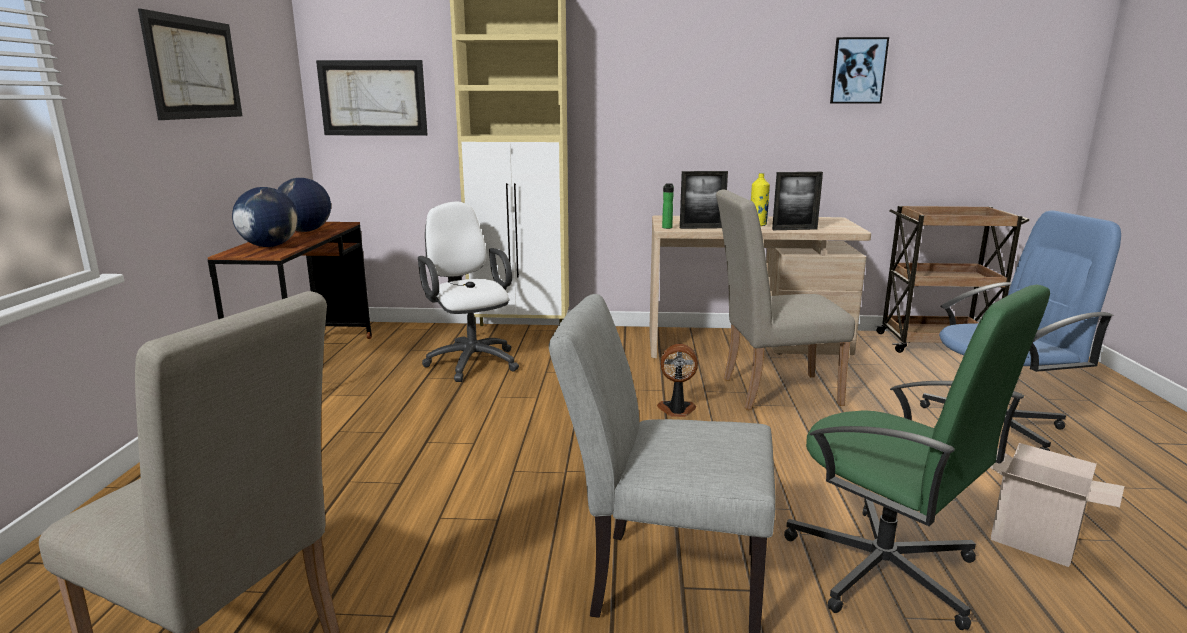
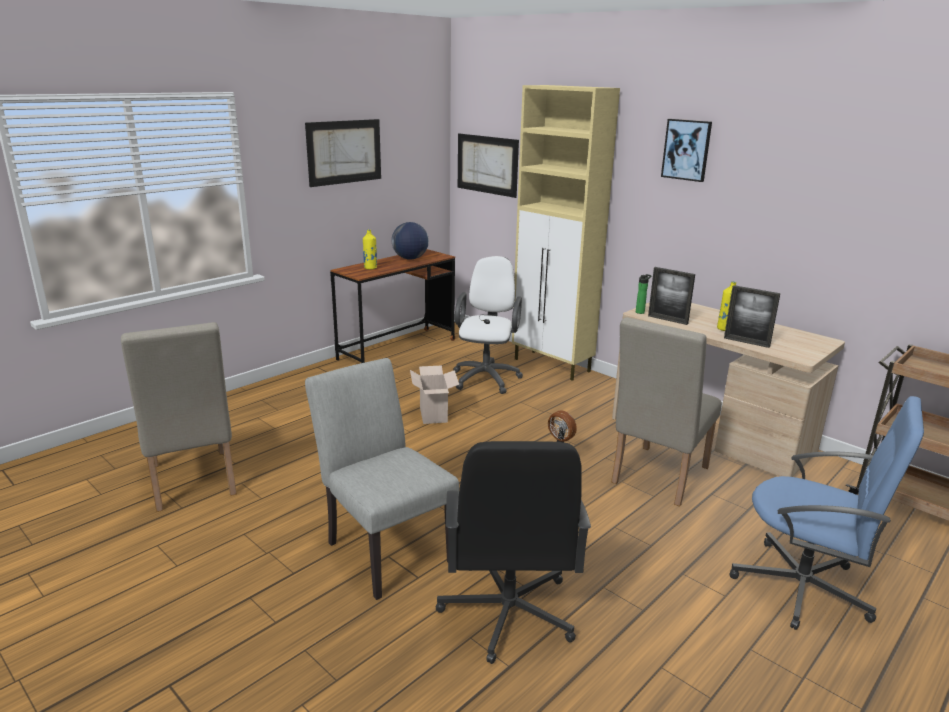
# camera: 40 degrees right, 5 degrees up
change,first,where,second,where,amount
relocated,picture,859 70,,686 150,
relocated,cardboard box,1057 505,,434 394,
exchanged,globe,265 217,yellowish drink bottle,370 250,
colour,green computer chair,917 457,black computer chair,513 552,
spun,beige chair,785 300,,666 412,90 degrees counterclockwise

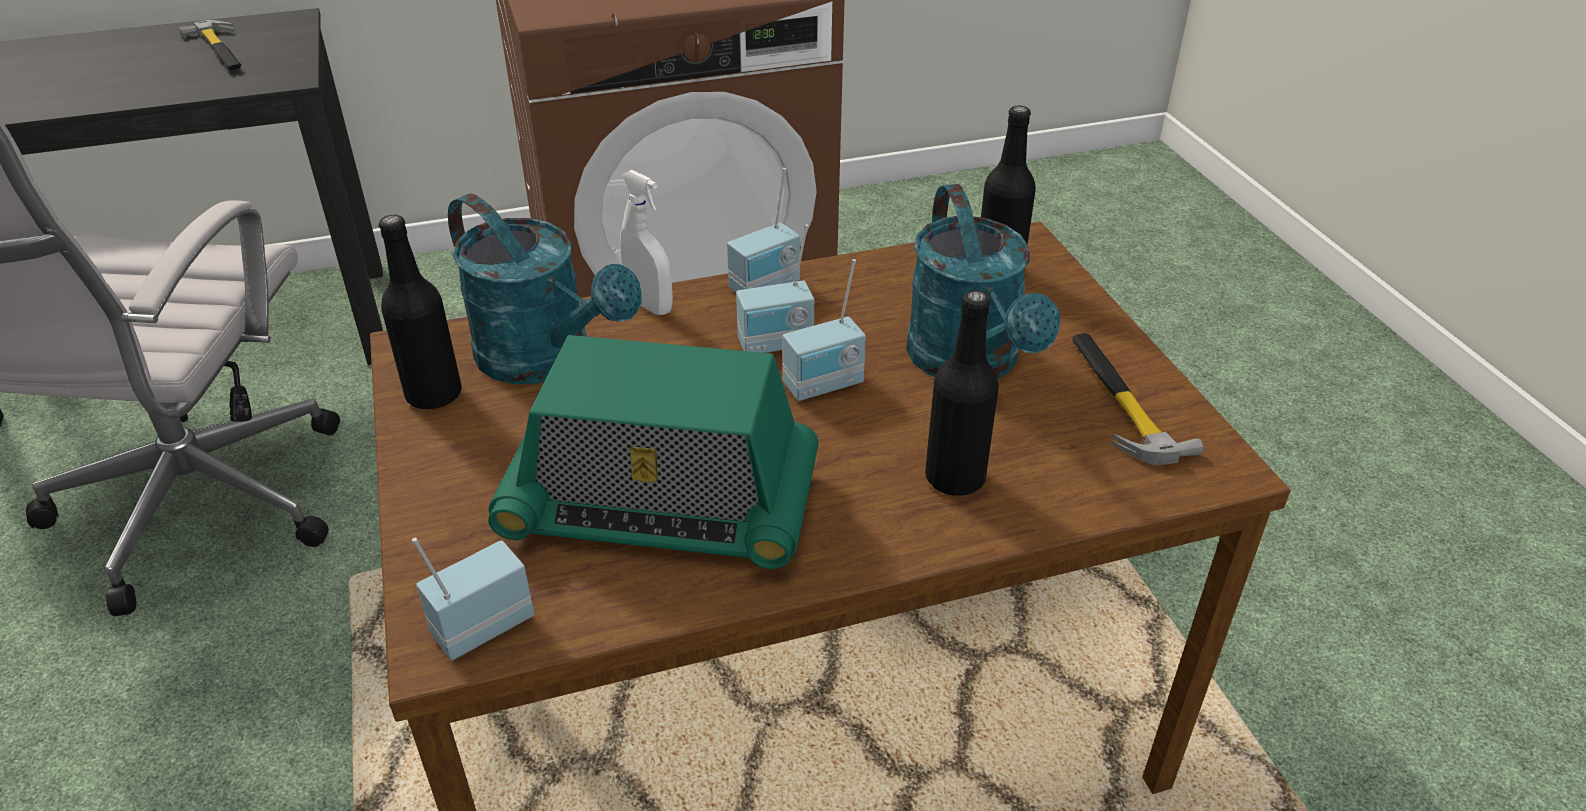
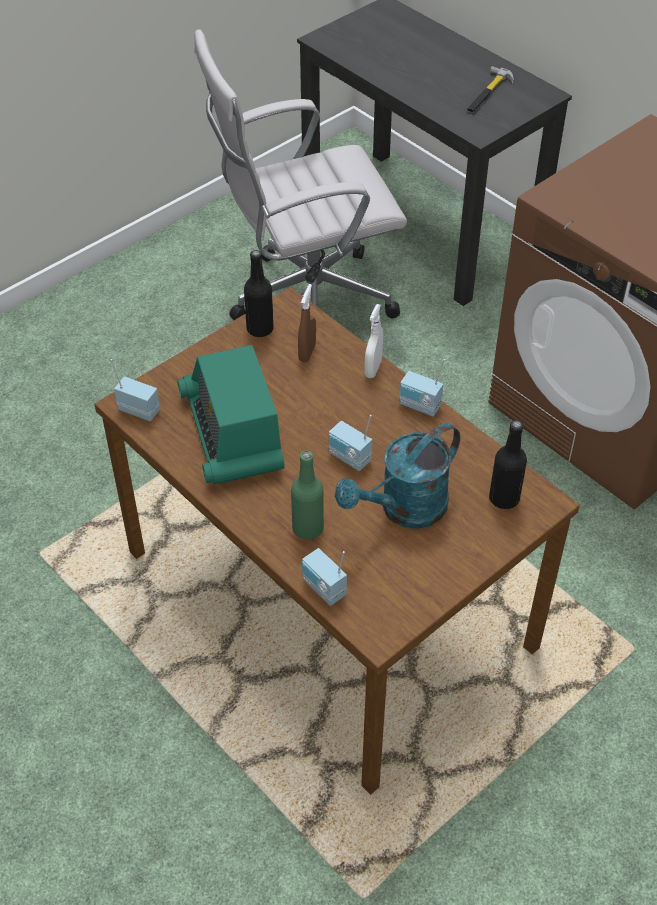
# camera: 65 degrees right, 10 degrees up
change,first,where,second,where,amount
missing,hand hammer,1137 399,,,
relocated,radio set,775 288,,324 577,
exchanged,turquoise watering can,545 288,brown sprayer,307 323,
colour,black drink bottle,962 393,green drink bottle,307 495,

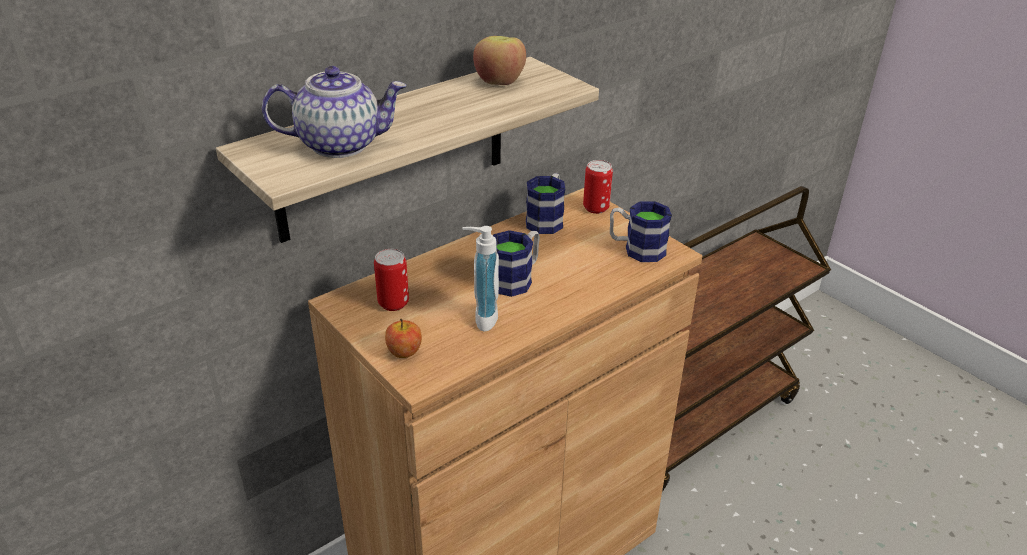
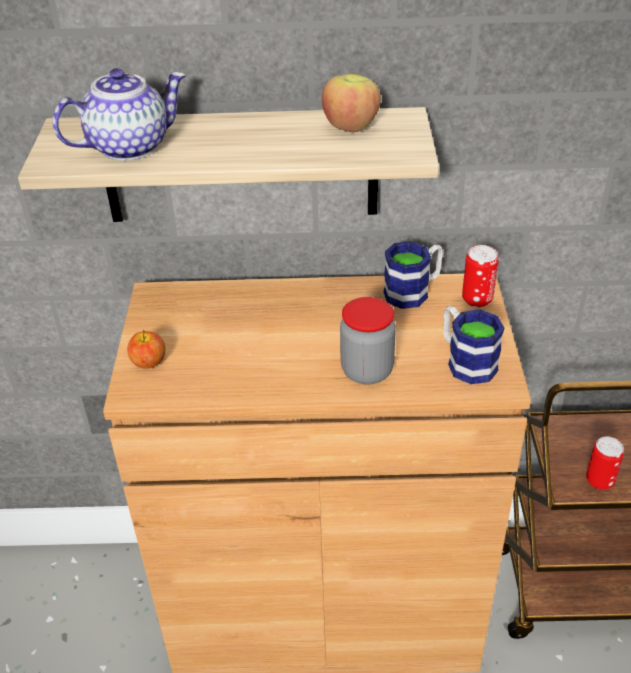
# camera: 40 degrees right, 5 degrees up
change,first,where,second,where,amount
missing,soap bottle,480 279,,,
missing,coffee mug,516 263,,,
appeared,,,preserve jar,368 341,
relocated,sealed can,391 280,,605 463,
spun,pot for tea,334 112,,119 114,60 degrees counterclockwise

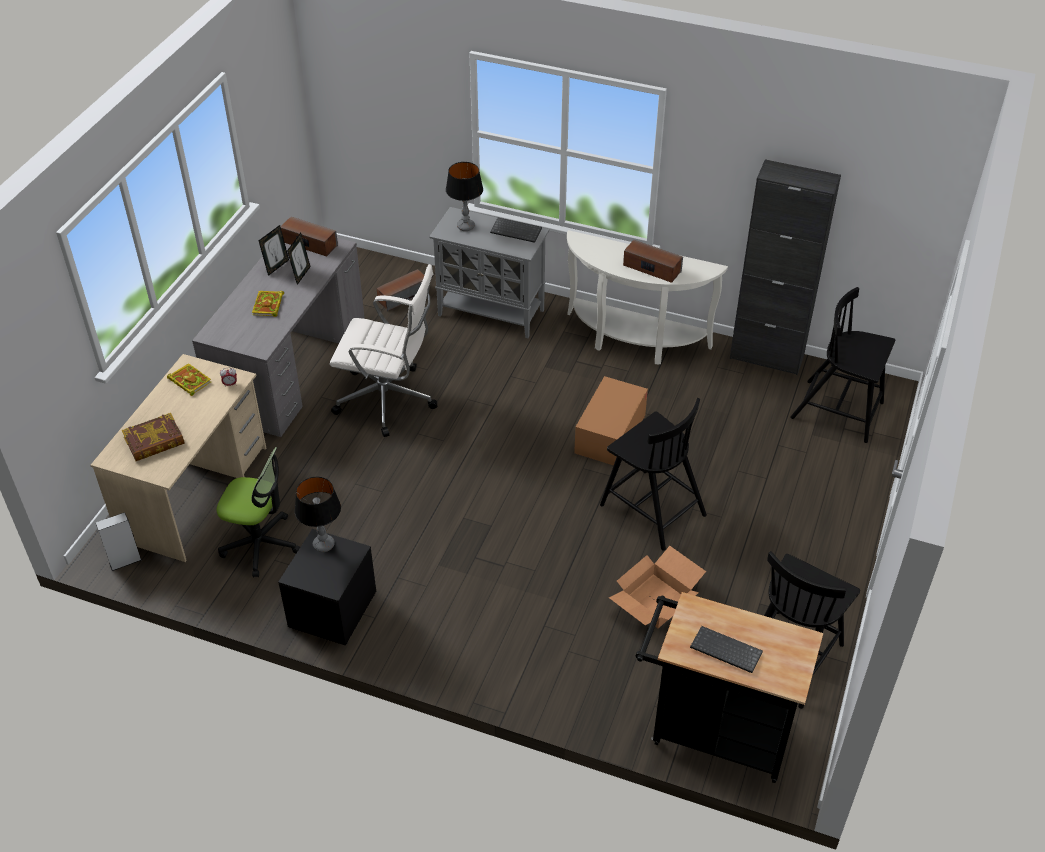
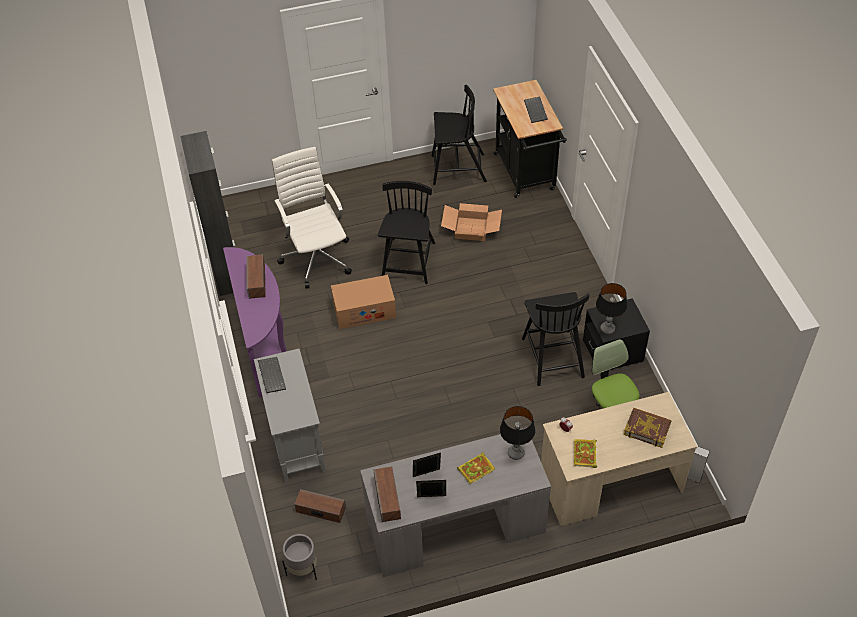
# camera: 125 degrees left, 5 degrees up
change,first,where,second,where,amount
appeared,,,grey plant pot,299 557,
relocated,whitish computer chair,383 350,,312 218,
relocated,lamp for a table,464 196,,517 433,
relocated,black chair,842 365,,555 339,
colour,whitish narrow table,647 297,purple narrow table,255 322,

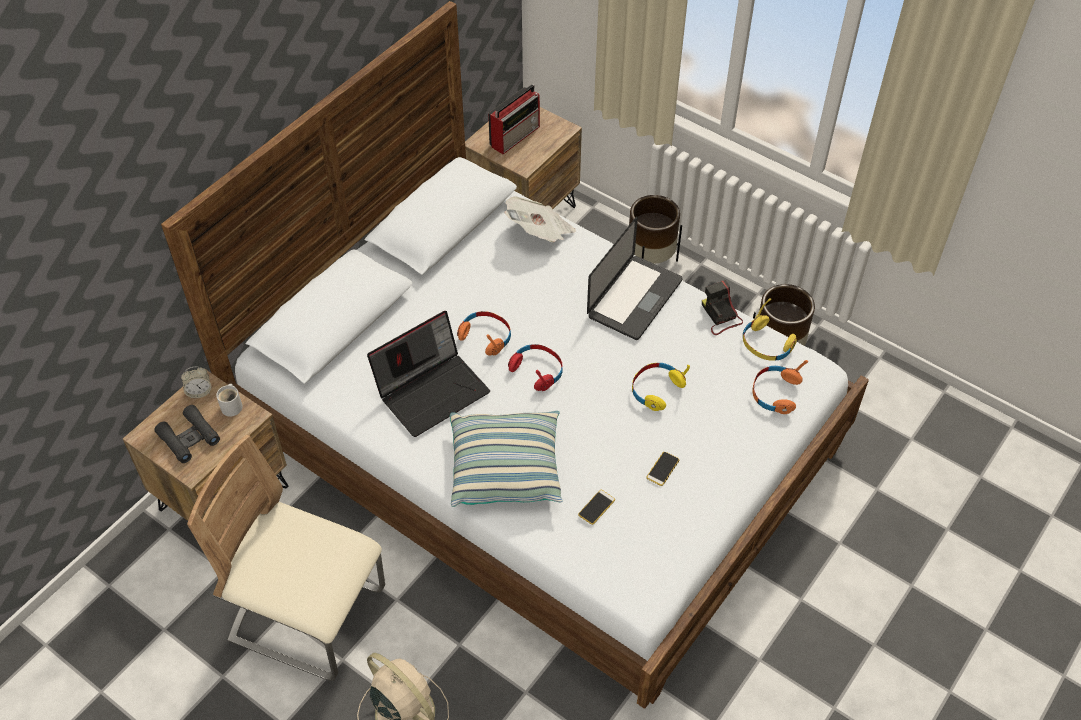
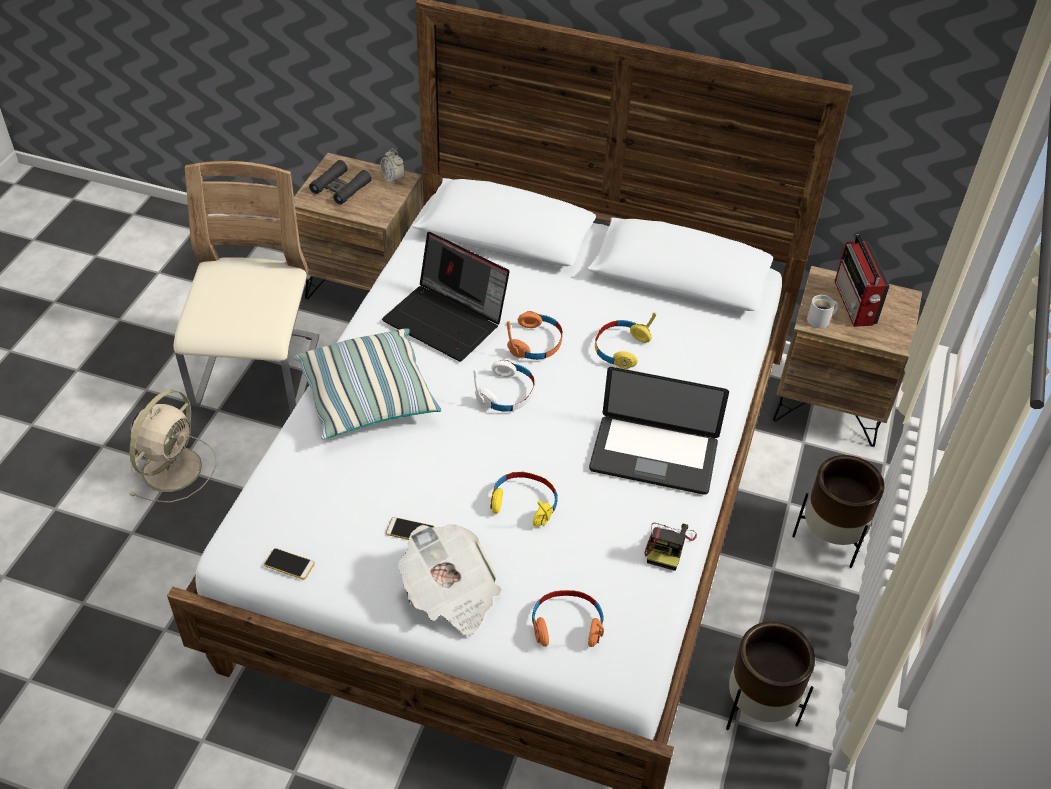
# camera: 70 degrees right, 5 degrees down
change,first,where,second,where,amount
relocated,whitish coffee mug,229 400,,823 311,
relocated,newspaper,540 219,,449 580,
relocated,telephone,596 507,,289 564,
relocated,yellowish headset,770 329,,625 340,
colour,red headset,535 367,whitish headset,504 385,
spun,radio set,514 119,,862 280,60 degrees clockwise
spun,still camera,722 307,,670 547,150 degrees clockwise

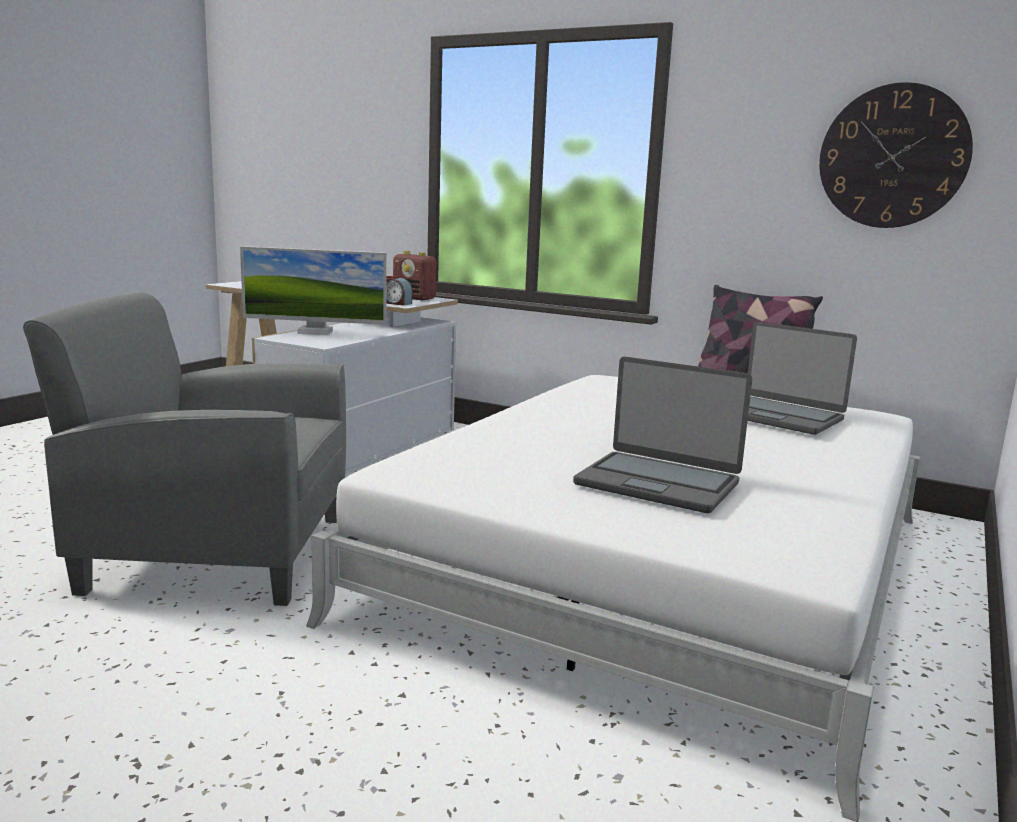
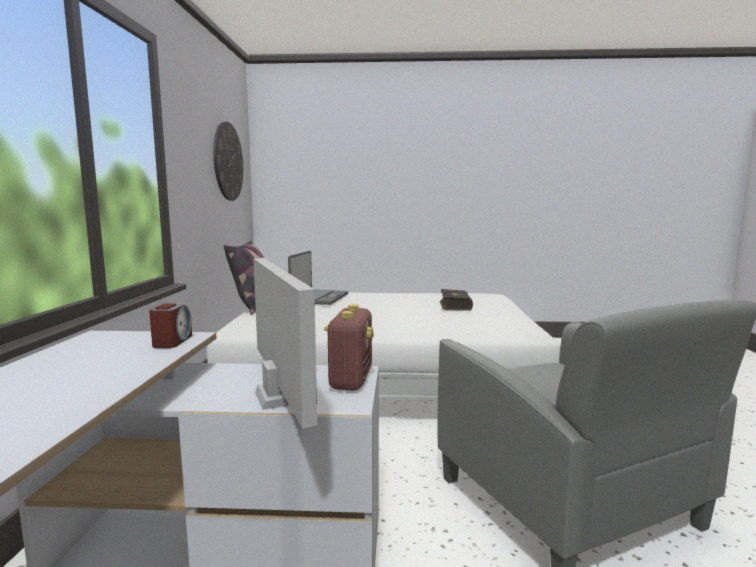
# camera: 115 degrees left, 5 degrees down
change,first,where,second,where,amount
relocated,radio set,415 275,,349 347,
exchanged,laptop,662 434,volume,456 300,

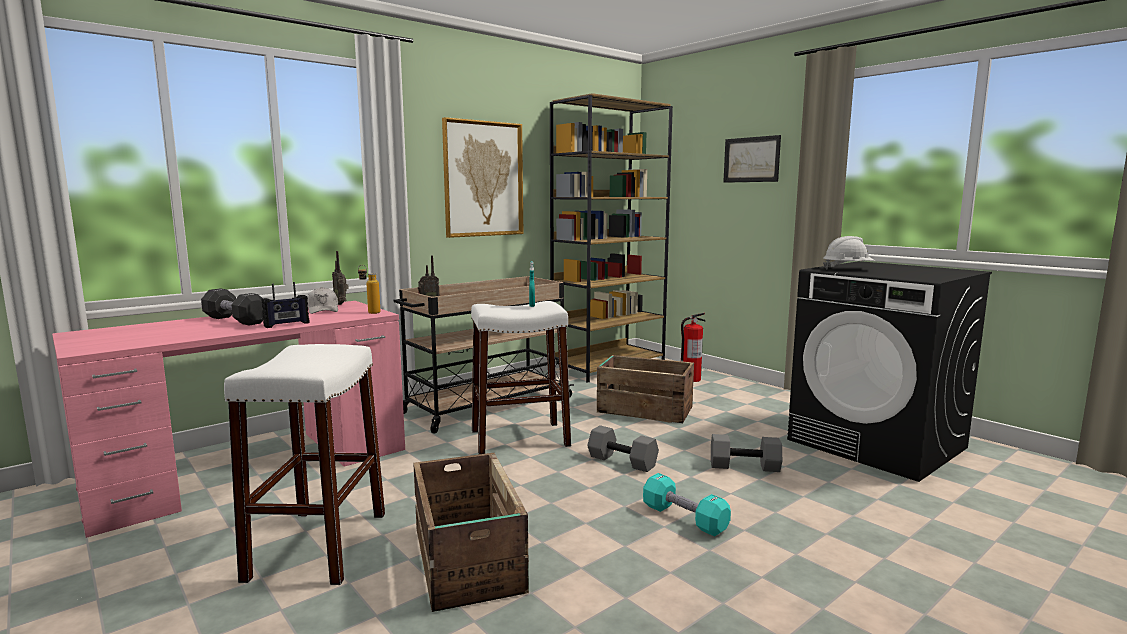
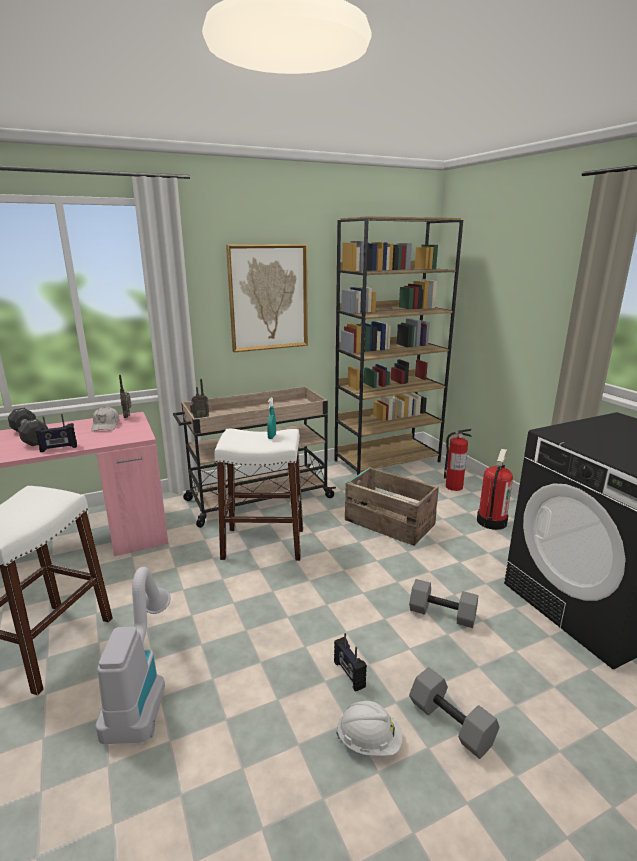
# camera: 15 degrees right, 10 degrees up
change,first,where,second,where,amount
missing,drink bottle,369 289,,,
missing,picture,752 159,,,
appeared,,,fire extinguisher,495 489,
relocated,grey hand weight,623 448,,454 713,
relocated,whitish hard hat,849 253,,369 728,
exchanged,packing crate,471 532,vacuum,133 655,
exchanged,turquoise hand weight,687 504,radio set,350 662,

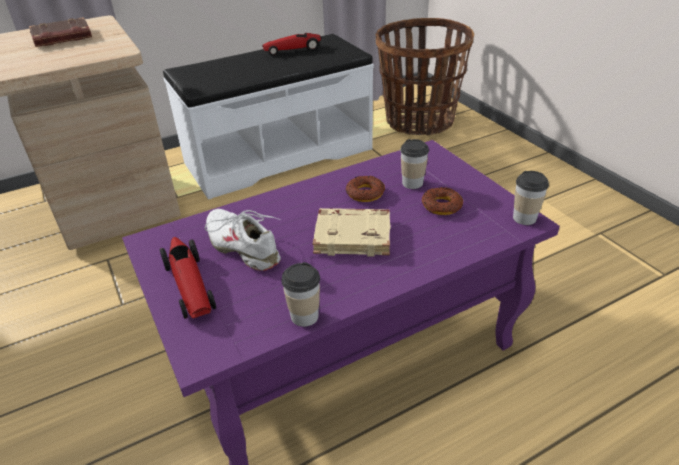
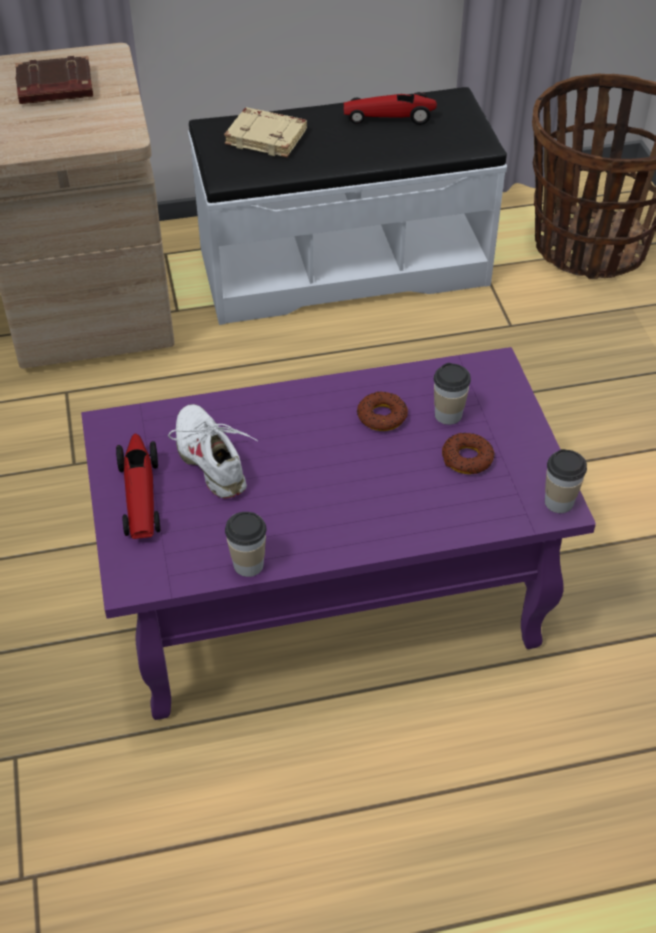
# camera: 15 degrees right, 10 degrees up
change,first,where,second,where,amount
relocated,beige volume,352 232,,265 132,

